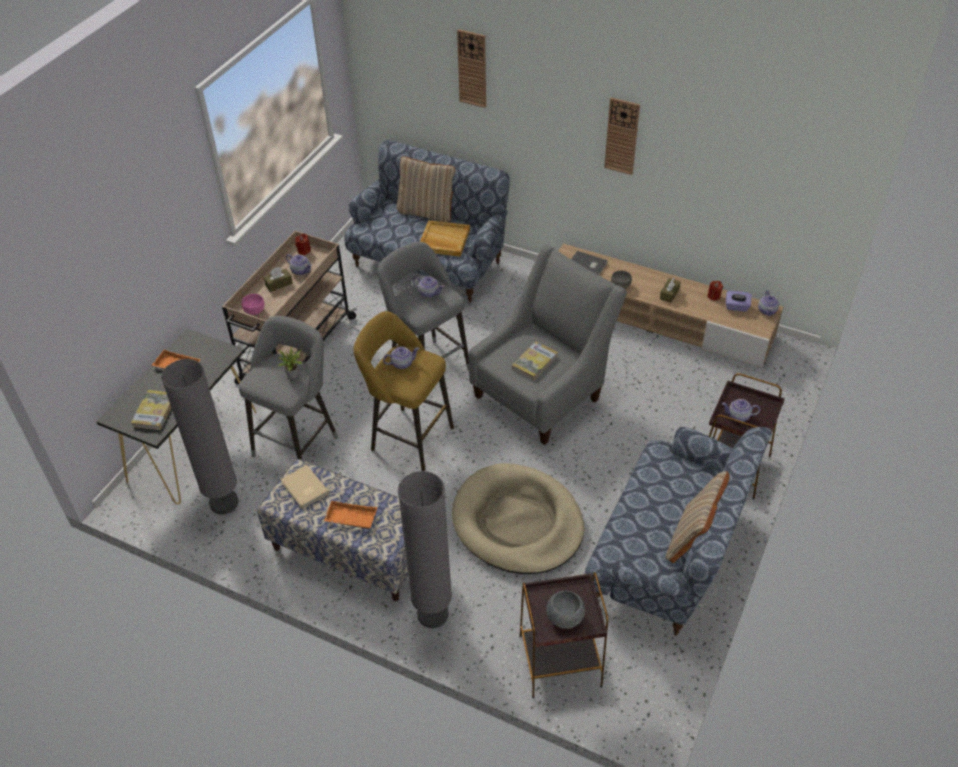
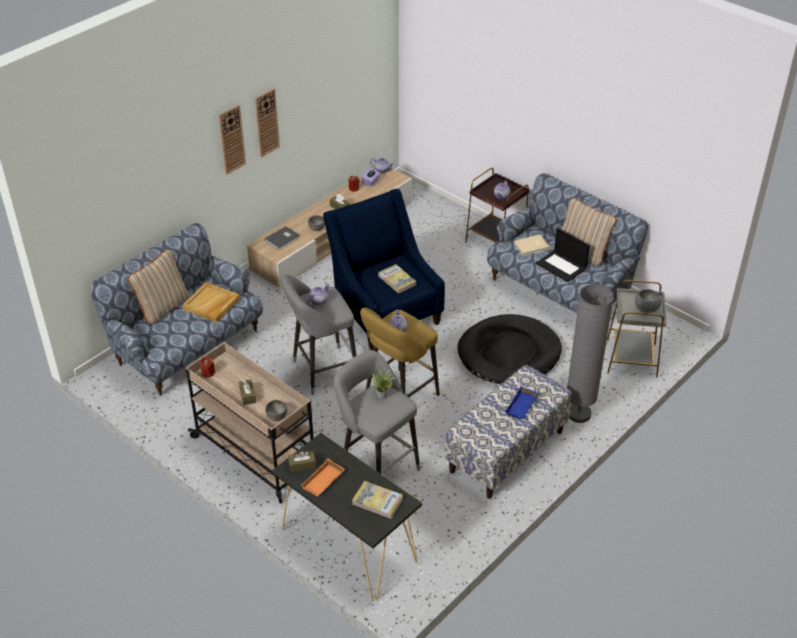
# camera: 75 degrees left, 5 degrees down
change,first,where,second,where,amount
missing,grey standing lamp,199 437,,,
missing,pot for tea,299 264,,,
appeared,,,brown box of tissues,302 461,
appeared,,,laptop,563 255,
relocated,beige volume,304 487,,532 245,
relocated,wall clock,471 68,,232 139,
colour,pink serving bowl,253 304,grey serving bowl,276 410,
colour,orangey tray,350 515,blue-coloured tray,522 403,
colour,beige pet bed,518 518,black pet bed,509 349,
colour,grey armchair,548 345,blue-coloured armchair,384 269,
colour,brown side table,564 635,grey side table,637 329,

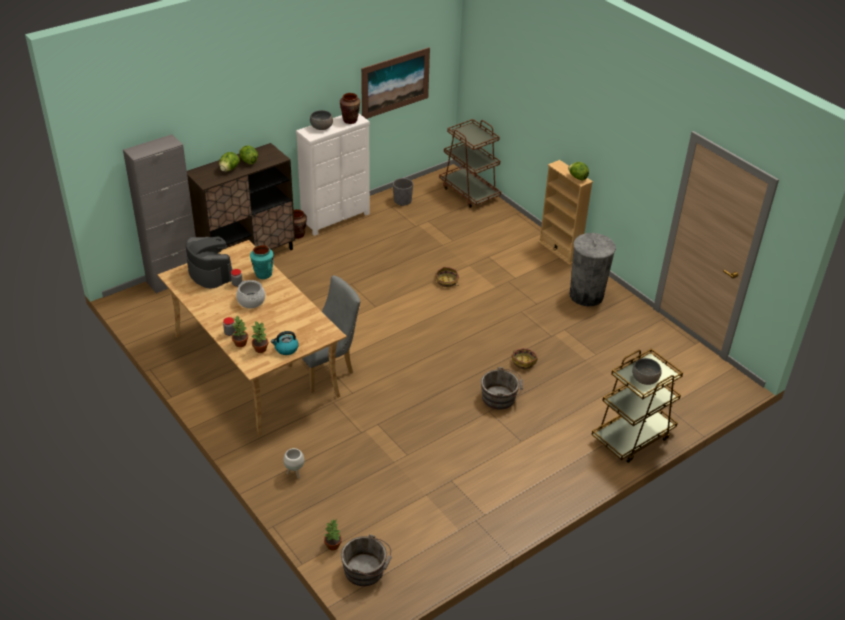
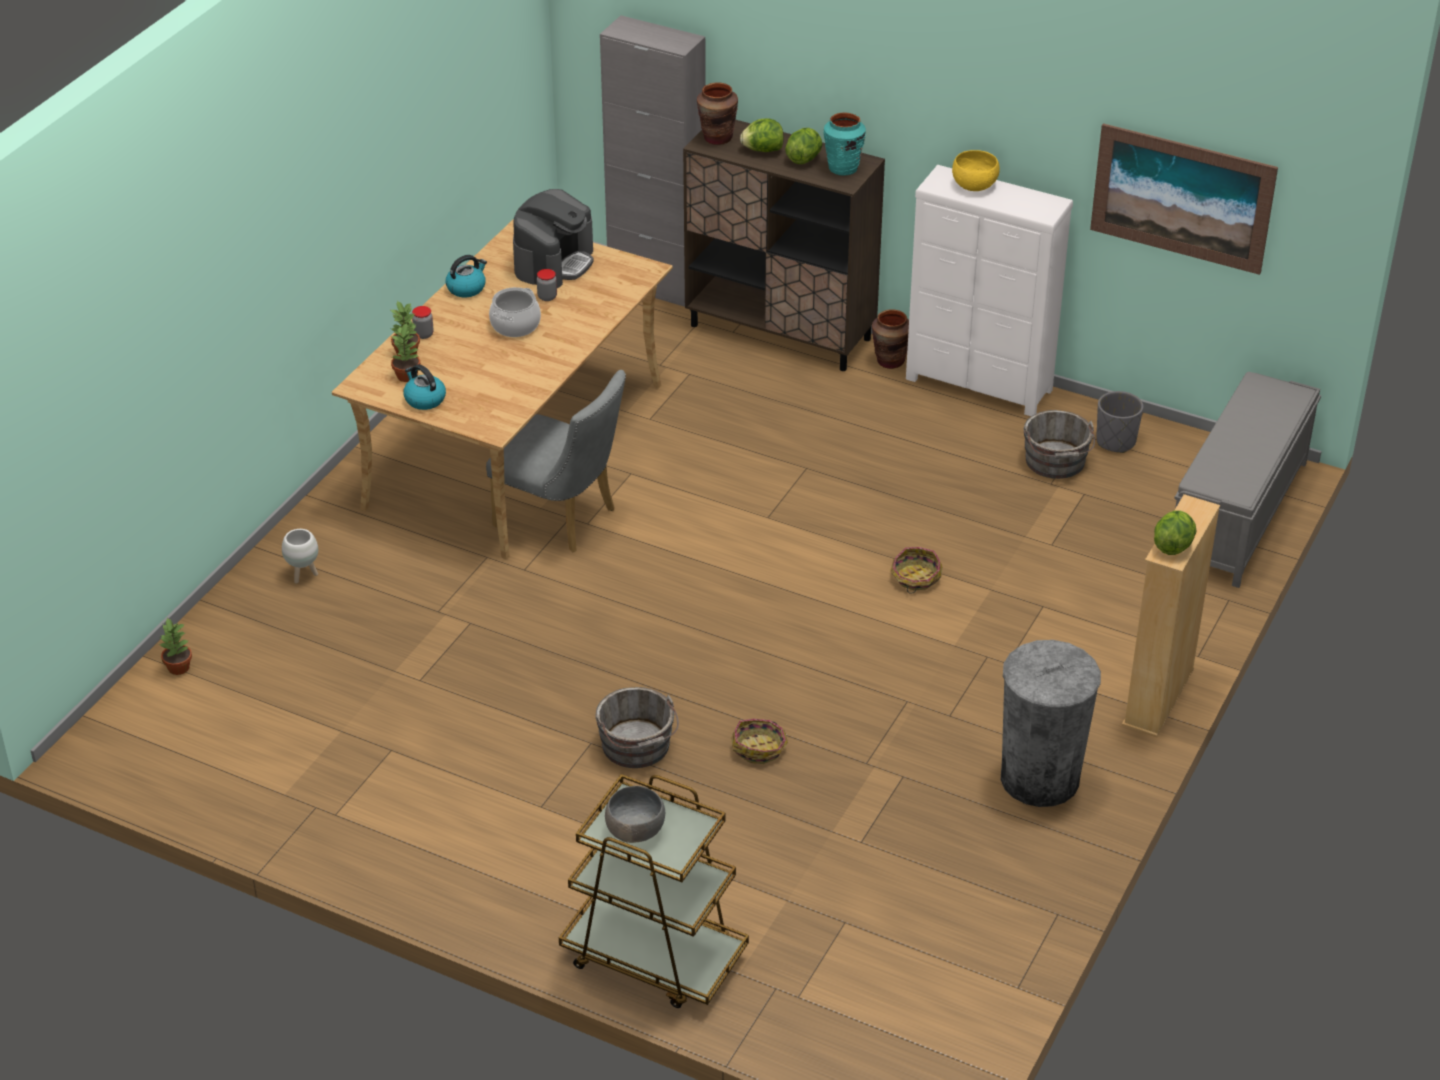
# camera: 65 degrees right, 0 degrees up
change,first,where,second,where,amount
appeared,,,tea kettle,466 276,
relocated,turquoise vase,262 262,,845 144,
relocated,brown vase,349 108,,717 114,
relocated,grey bucket,366 560,,1059 444,
exchanged,brown trolley,470 163,grey indoor bench,1247 480,
colour,grey serving bowl,321 120,yellowish serving bowl,976 170,

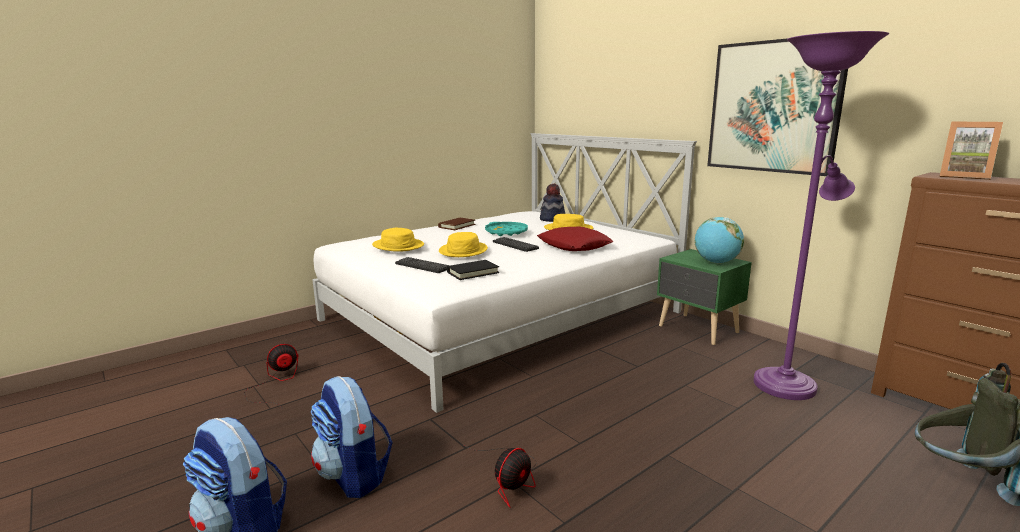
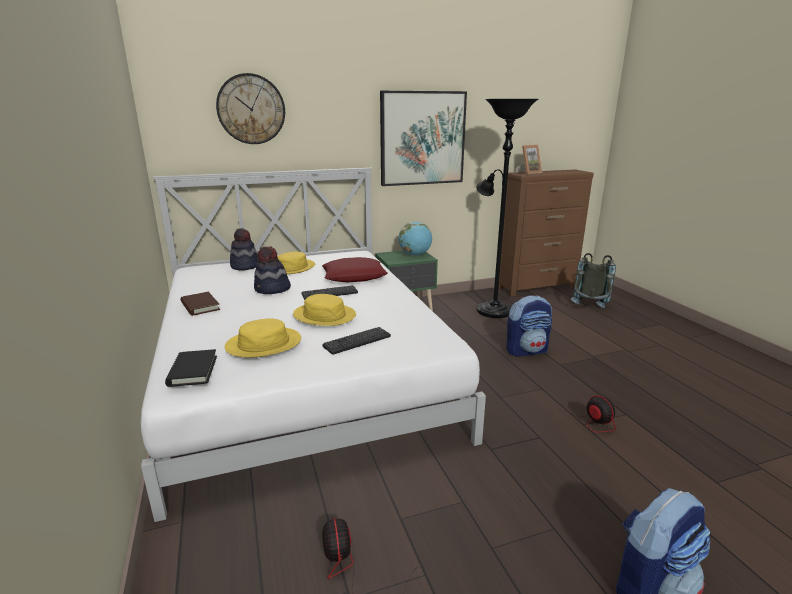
# camera: 70 degrees left, 5 degrees up
change,first,where,second,where,amount
appeared,,,wall clock,250 108,
relocated,knapsack,352 437,,529 326,
relocated,black volume,473 270,,191 368,
exchanged,turquoise tray,506 229,wearable hat,272 270,
colour,purple standing lamp,821 215,black standing lamp,507 208,

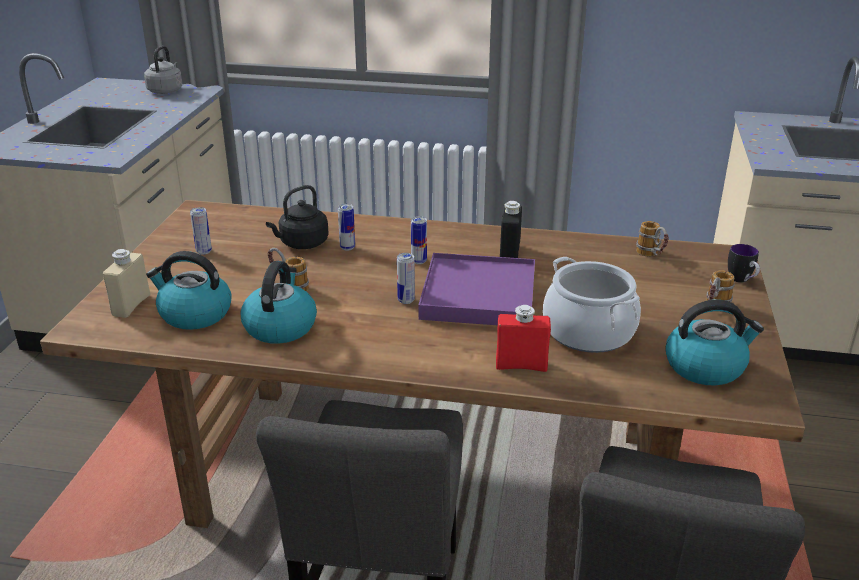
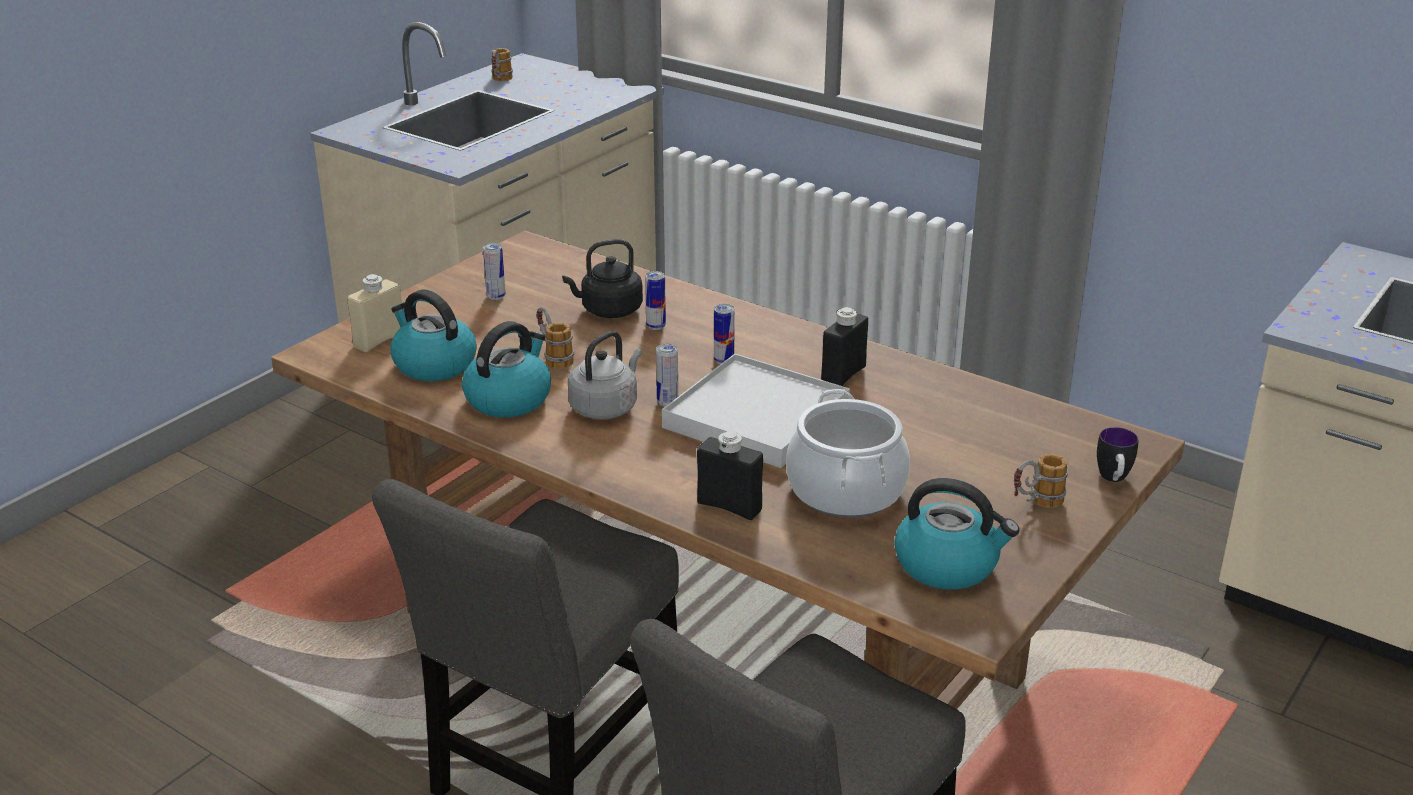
# camera: 25 degrees right, 0 degrees up
change,first,where,second,where,amount
relocated,grey tea kettle,163 70,,605 375,
relocated,coffee mug,652 238,,502 64,
colour,purple tray,476 289,whitish tray,756 411,
colour,red drink bottle,523 338,black drink bottle,730 475,

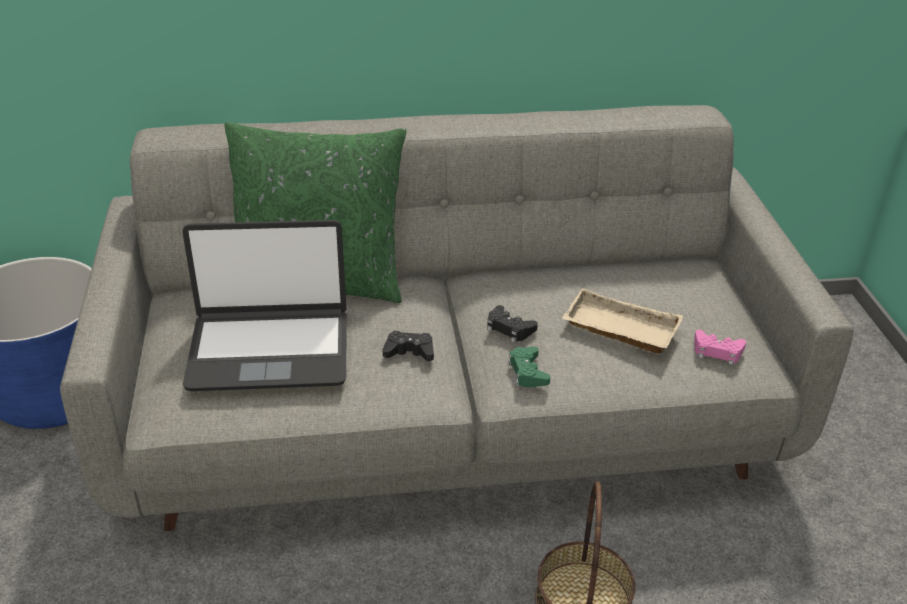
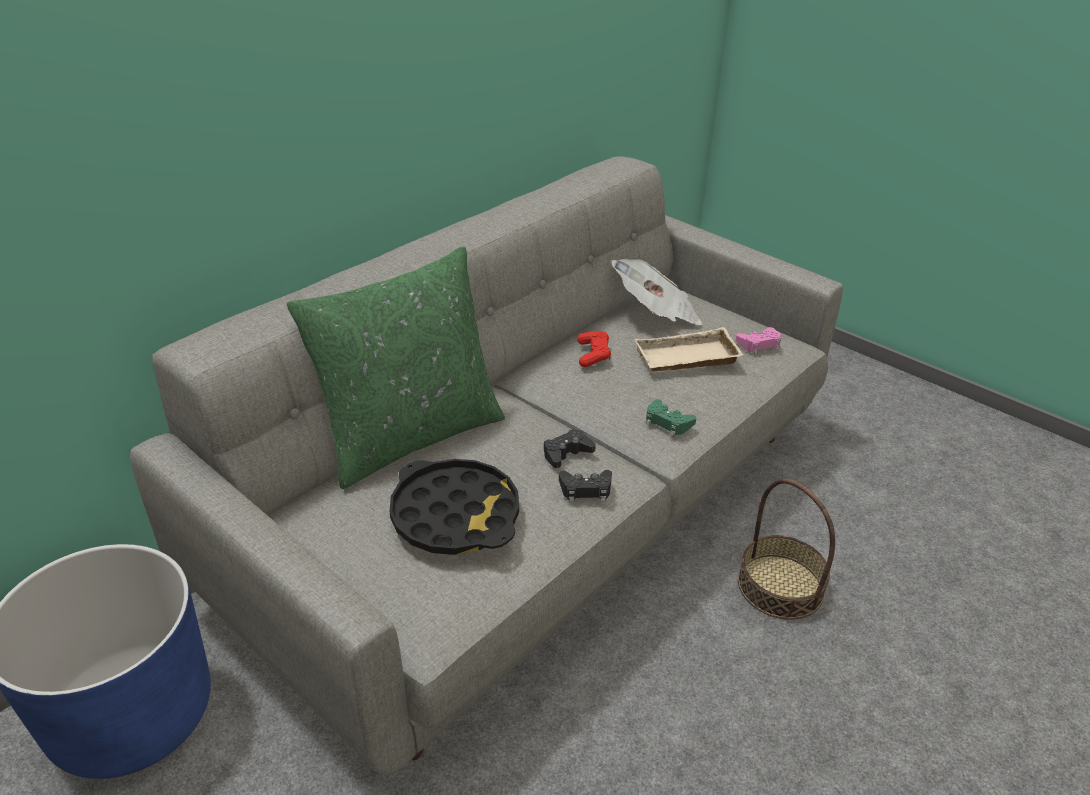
# camera: 40 degrees left, 0 degrees up
change,first,where,second,where,amount
appeared,,,red joypad,594 349,
appeared,,,newspaper,657 292,
relocated,black joypad,512 324,,585 486,
exchanged,laptop,264 305,black tray,454 507,

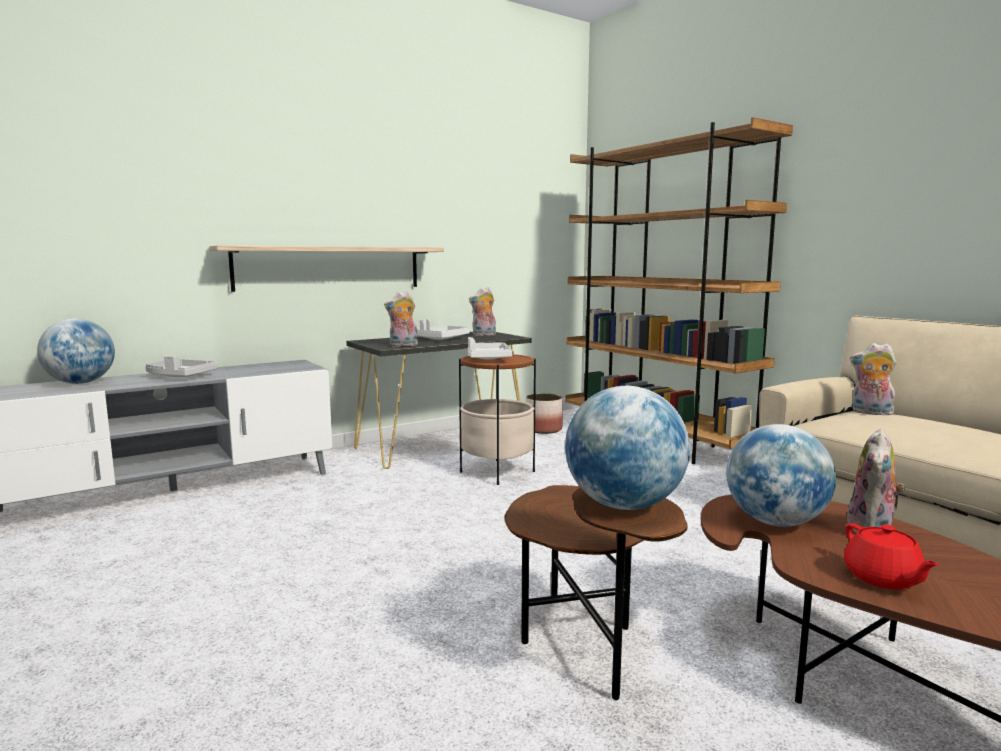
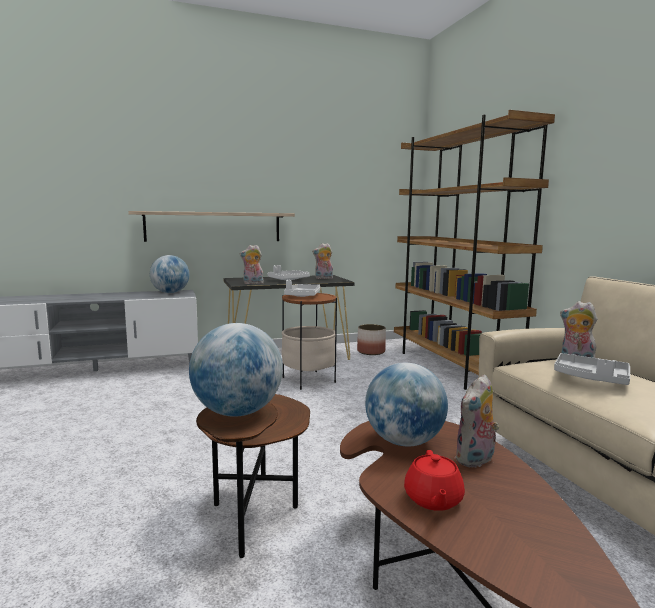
# camera: 15 degrees right, 0 degrees up
change,first,where,second,where,amount
relocated,globe,76 351,,169 274,
relocated,grey tray,181 366,,592 369,

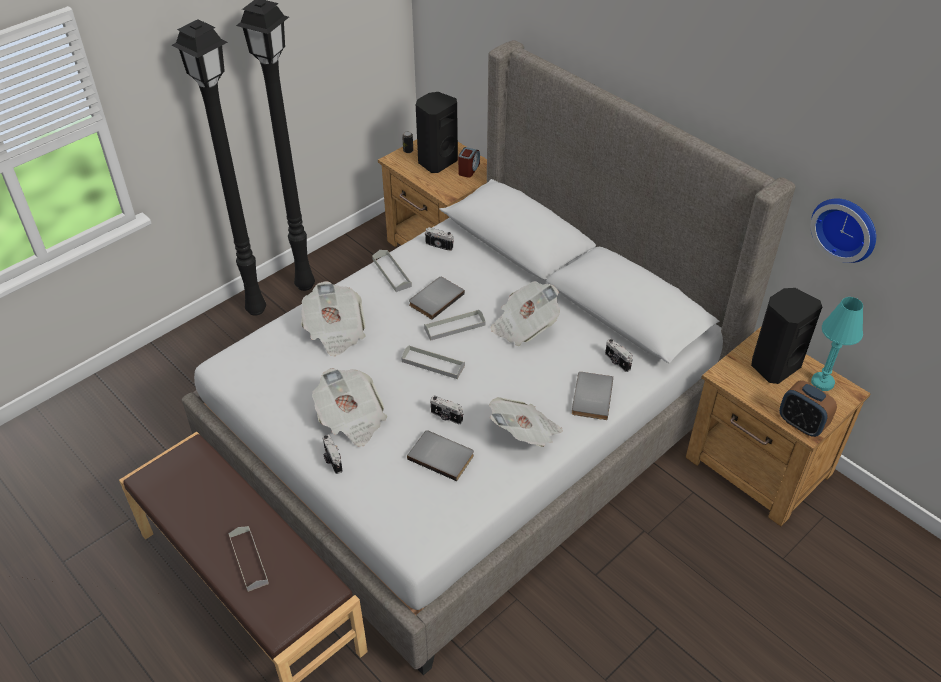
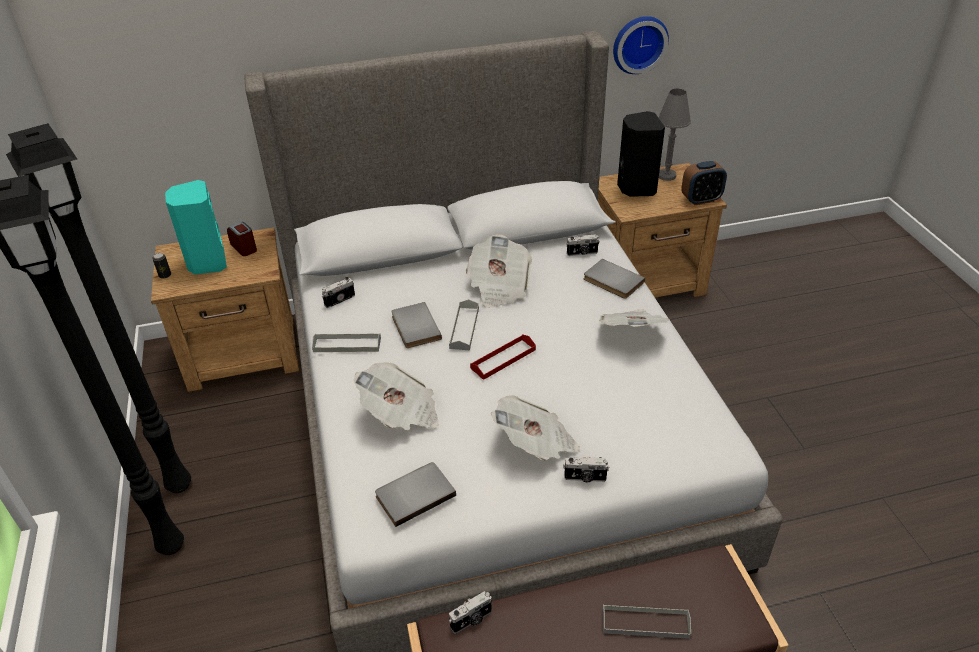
# camera: 60 degrees left, 5 degrees down
change,first,where,second,where,amount
relocated,grey volume,440 456,,415 494,
relocated,still camera,446 410,,470 612,
colour,grey tray,433 362,red tray,503 357,
colour,black speaker,437 132,turquoise speaker,196 227,
colour,turquoise lamp for a table,837 344,grey lamp for a table,674 134,

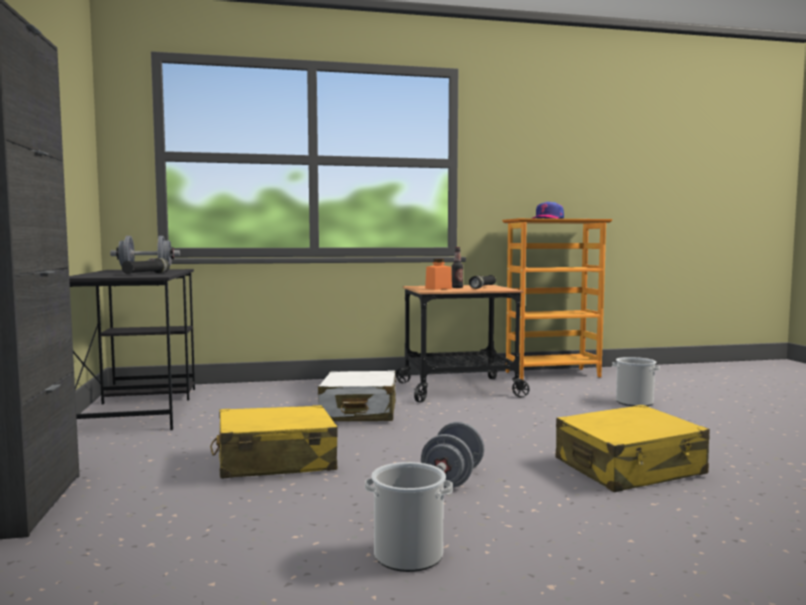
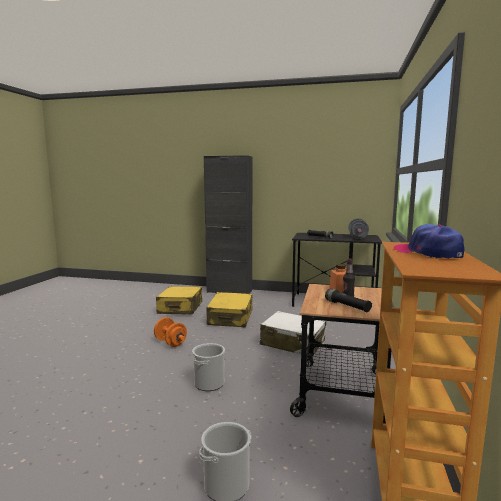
# camera: 115 degrees right, 5 degrees up
change,first,where,second,where,amount
relocated,bucket,409 517,,208 367,
relocated,yellowish piece of luggage,633 448,,179 300,
colour,grey hand weight,452 455,orangey hand weight,170 332,

